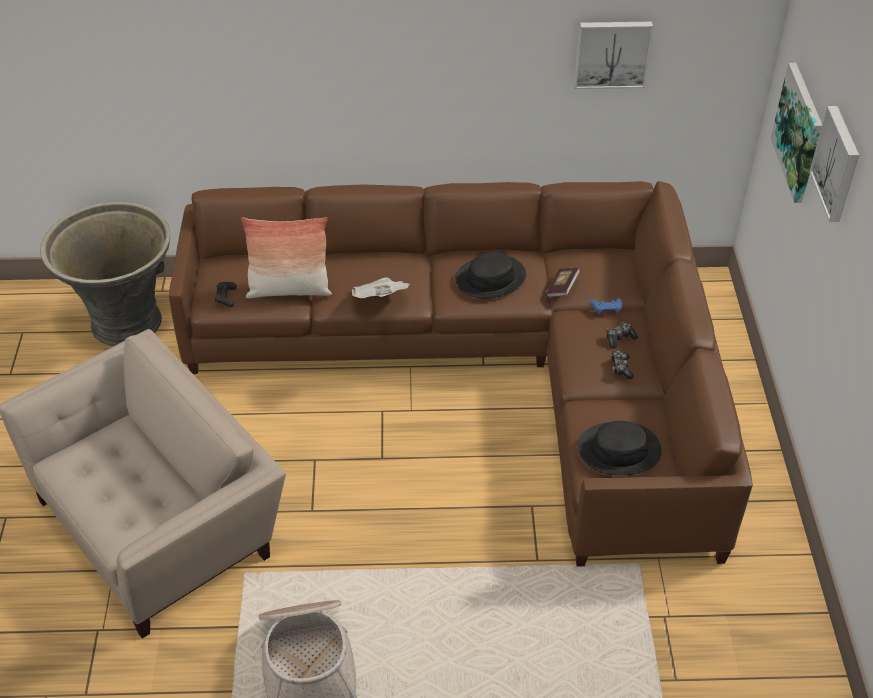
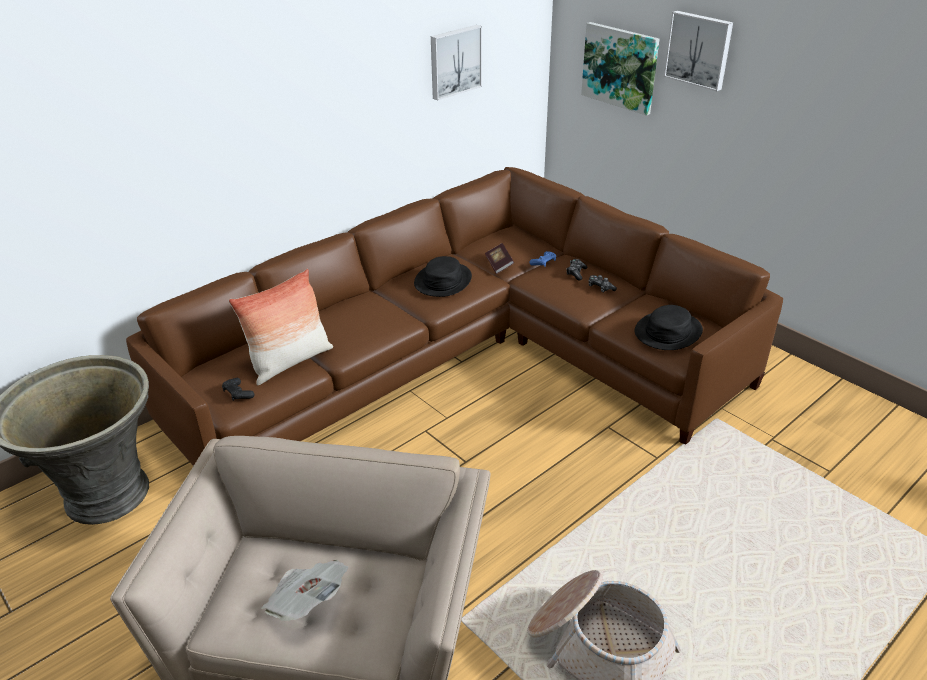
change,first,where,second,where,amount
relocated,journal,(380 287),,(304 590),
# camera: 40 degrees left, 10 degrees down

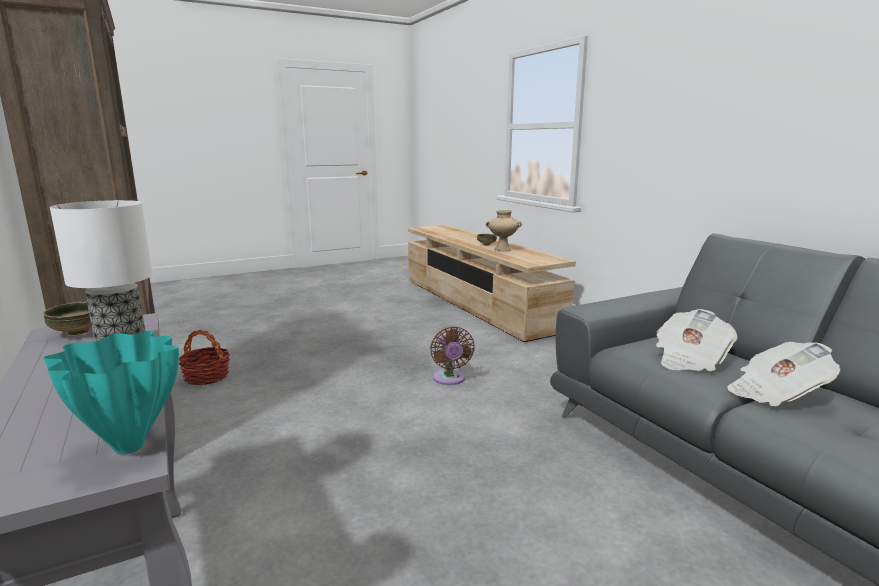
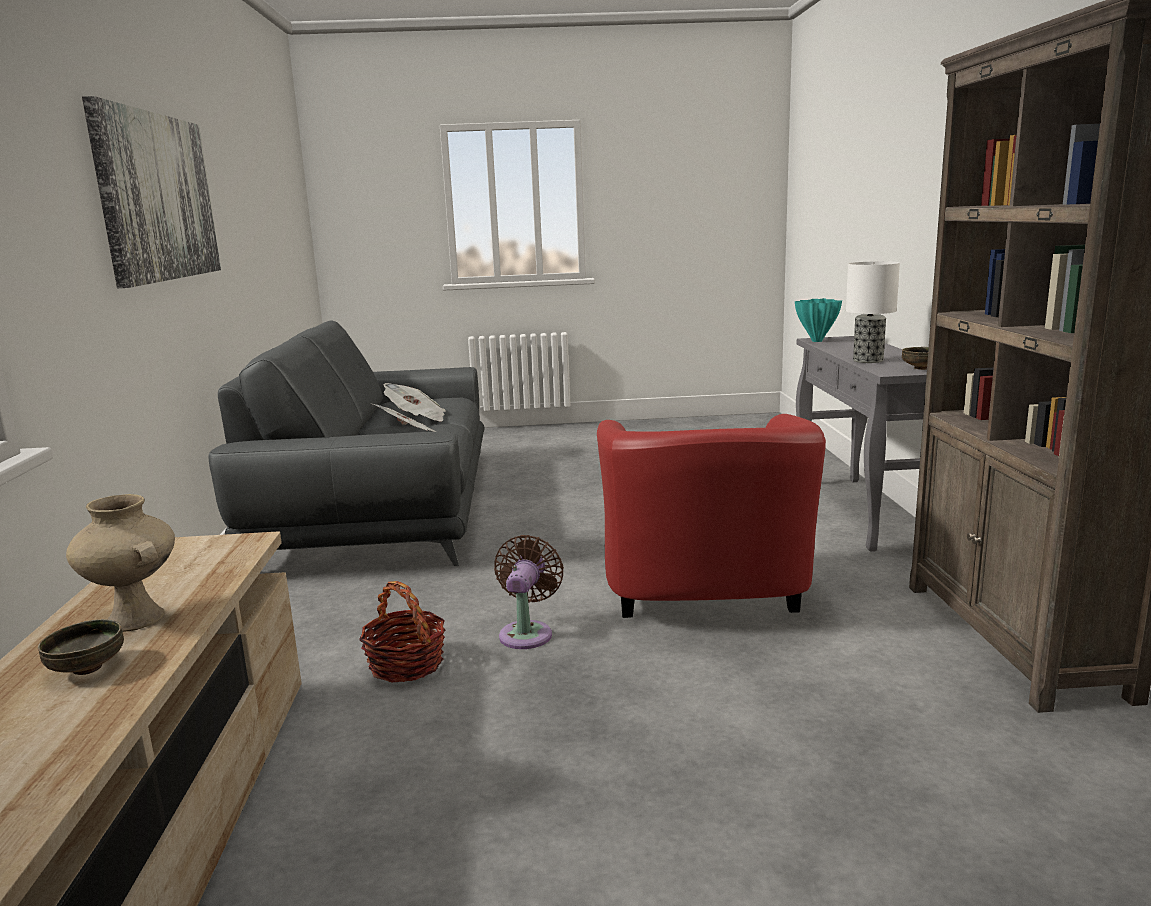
change,first,where,second,where,amount
appeared,,,tableau,(151 192),
relocated,panier,(204 357),,(402 631),
appeared,,,fauteuil/rouge,(711 516),
# camera: 155 degrees left, 0 degrees up

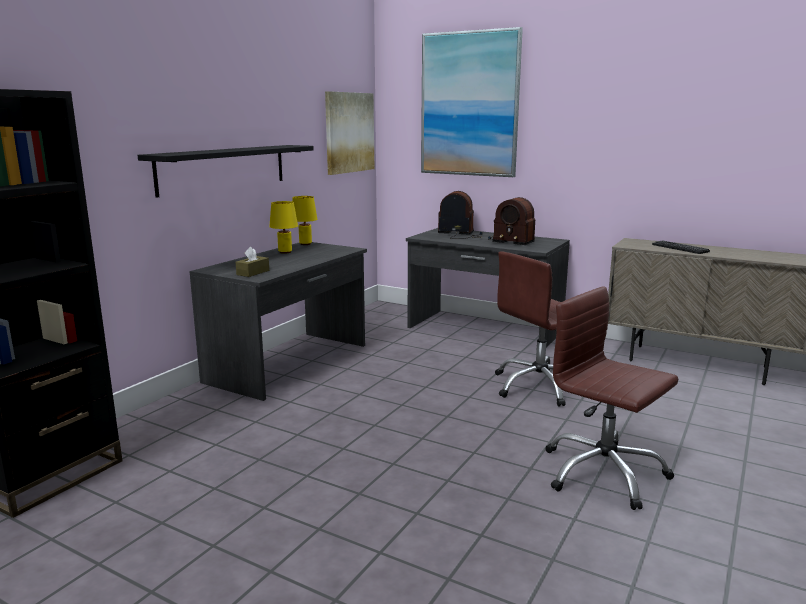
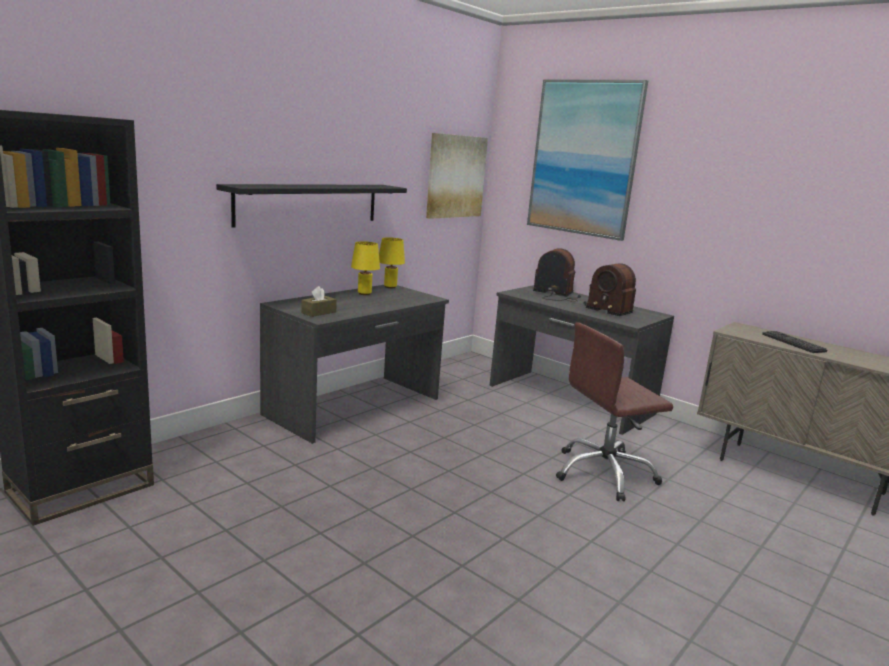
change,first,where,second,where,amount
missing,chaise de bureau/marron,(611 398),,,
# camera: 10 degrees right, 0 degrees up

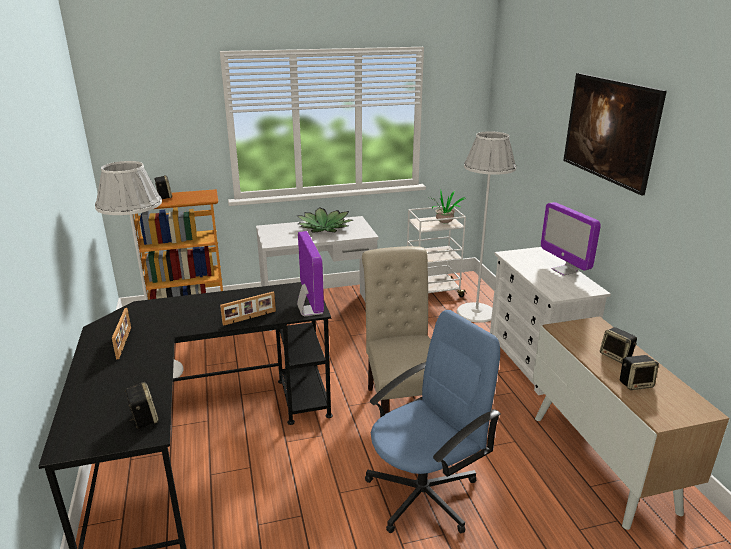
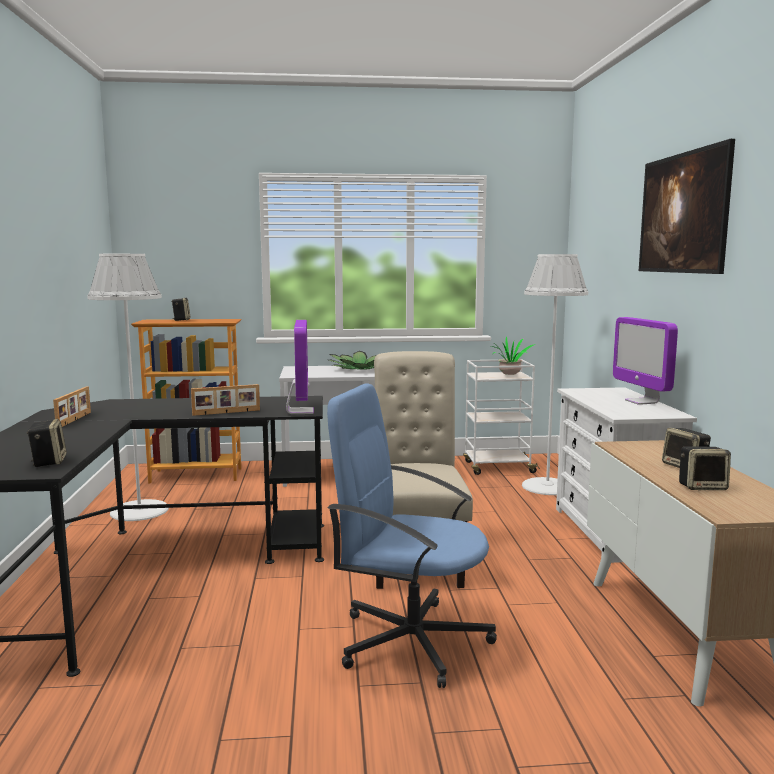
change,first,where,second,where,amount
spun,chaise de bureau/bleu,(433 421),,(412 536),135 degrees counterclockwise
# camera: 10 degrees right, 15 degrees down

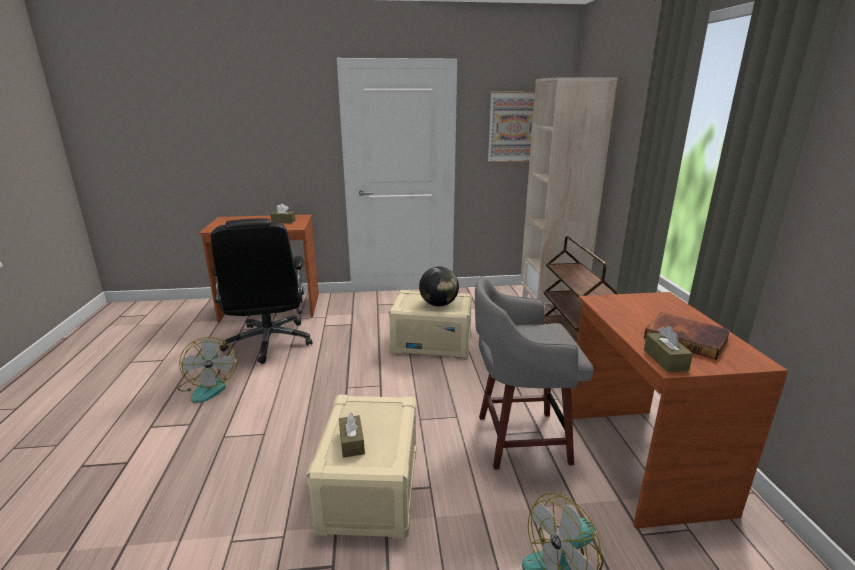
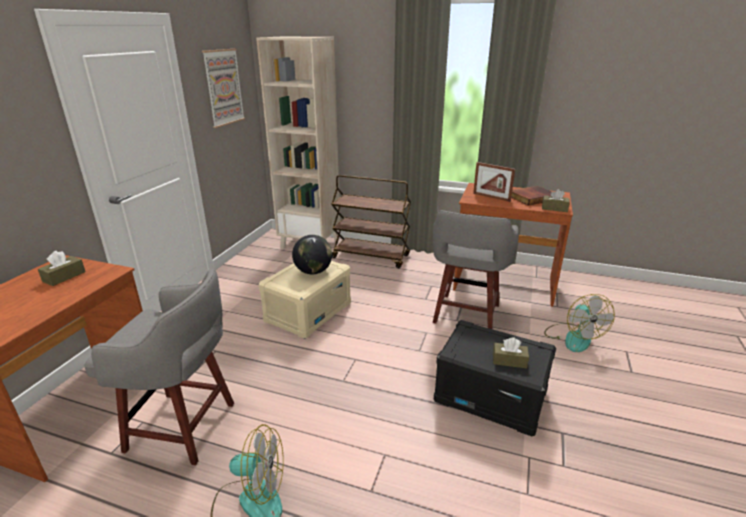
change,first,where,second,where,amount
exchanged,chaise de bureau/noir,(261 291),tabouret/gris,(159 366),
colour,boîte de rangement/beige,(362 467),boîte de rangement/noir,(495 378),
appeared,,,cadre photo,(494 182),
# camera: 65 degrees left, 5 degrees up

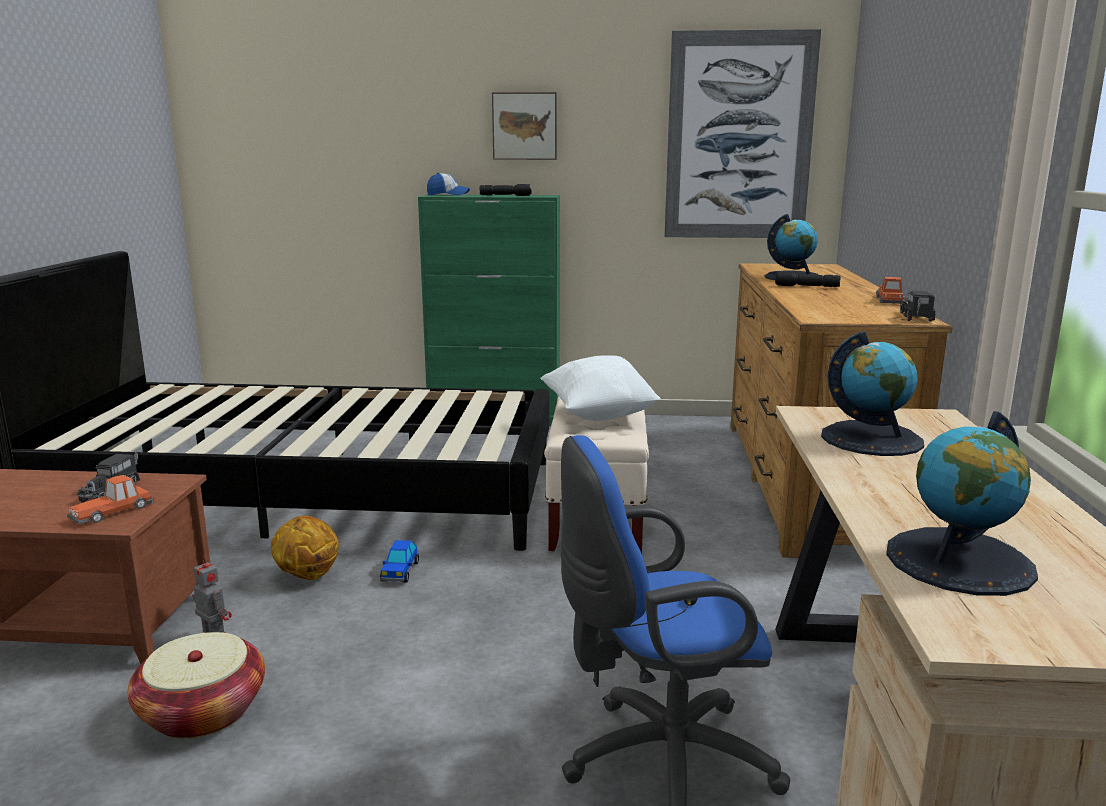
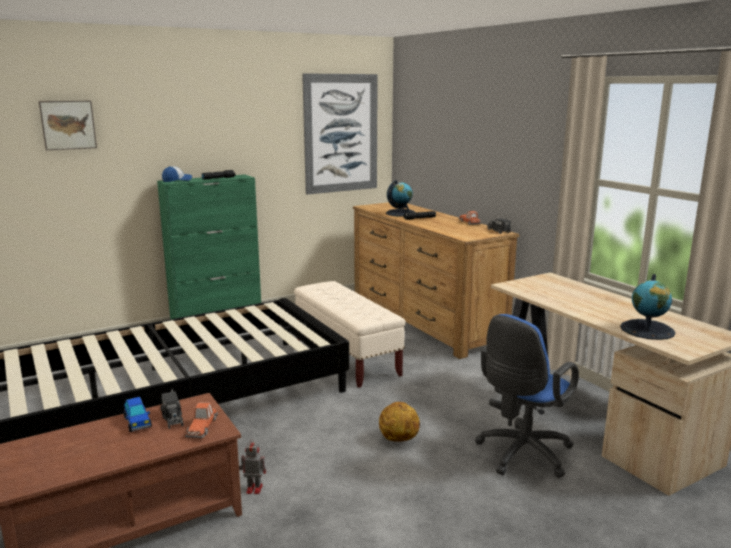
change,first,where,second,where,amount
relocated,tableau,(524 126),,(68 125),
relocated,petite voiture,(399 561),,(137 414),
relocated,ballon de basket,(305 548),,(399 422),
missing,panier,(196 685),,,
missing,coussin/blanc,(600 388),,,
missing,globe,(872 393),,,
# camera: 35 degrees left, 0 degrees up

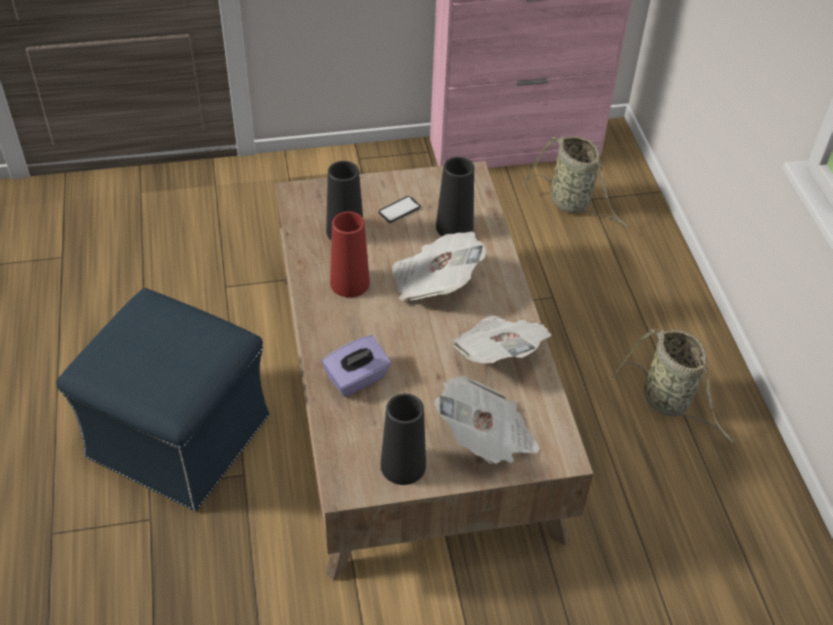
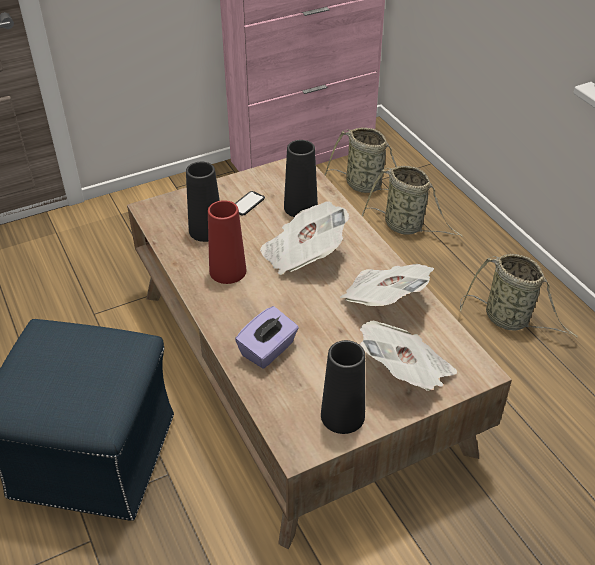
change,first,where,second,where,amount
appeared,,,panier,(412 201),
# camera: 15 degrees left, 5 degrees down

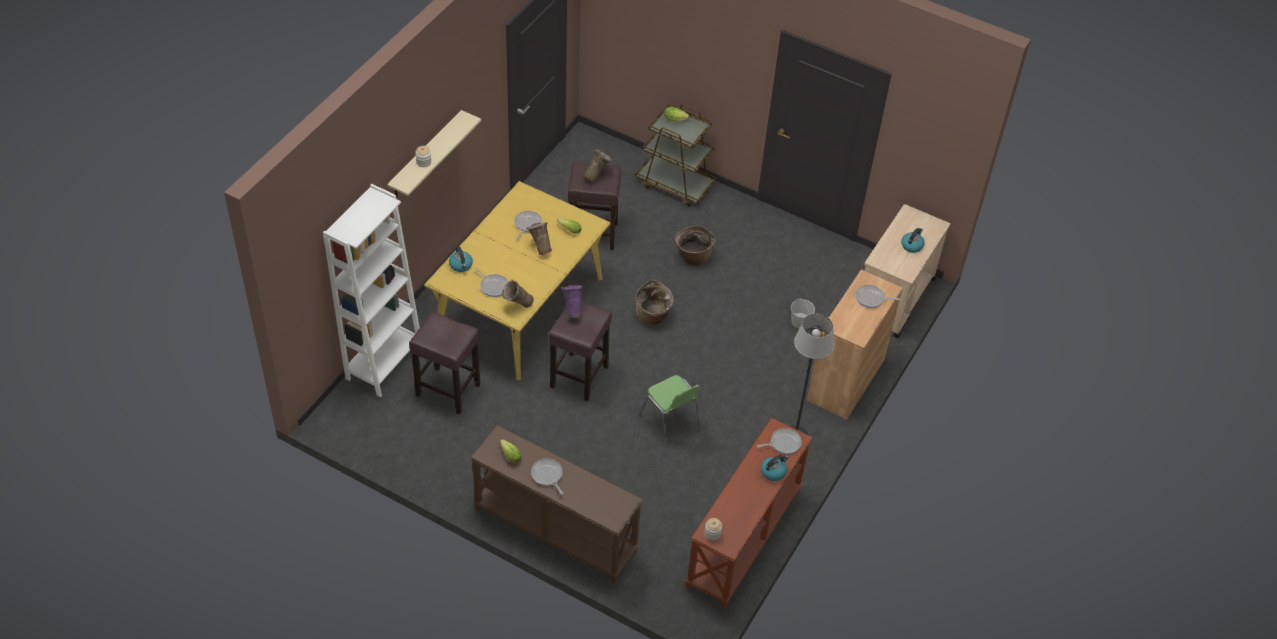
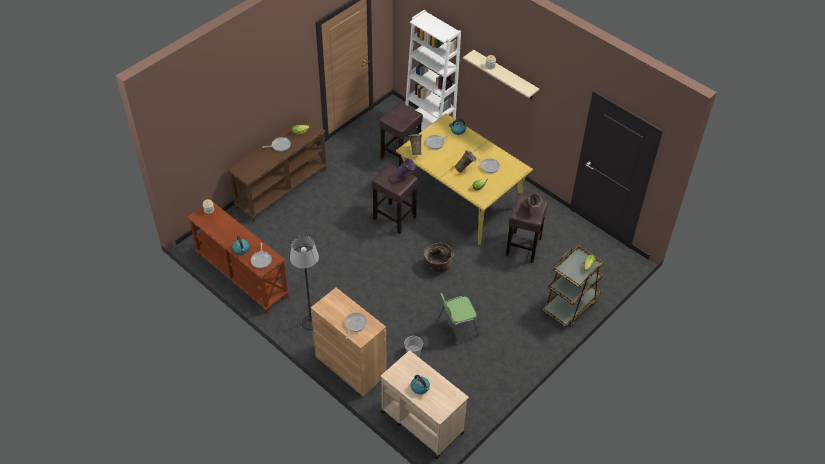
change,first,where,second,where,amount
relocated,chaise/vert,(670 411),,(457 319),
missing,panier,(695 246),,,
# camera: 105 degrees right, 0 degrees up

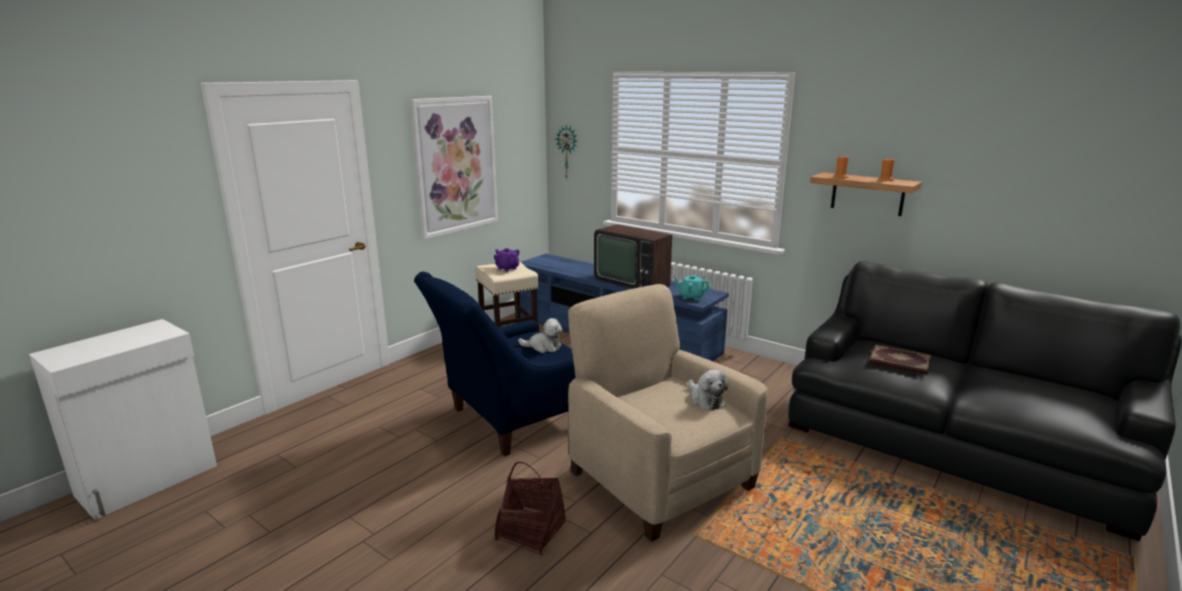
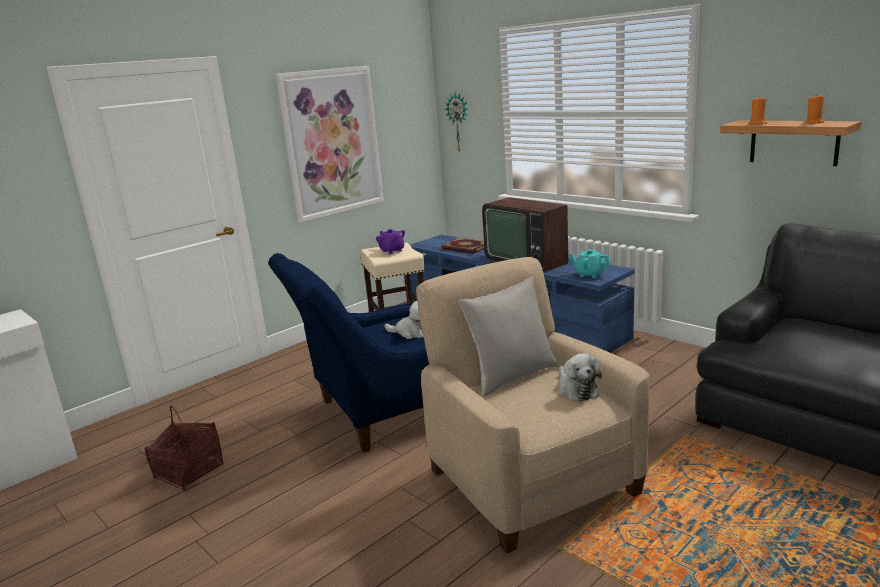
change,first,where,second,where,amount
relocated,panier,(530 508),,(184 448),
relocated,livre,(900 360),,(463 246),
appeared,,,coussin/gris,(508 337),
# camera: 10 degrees right, 0 degrees up

